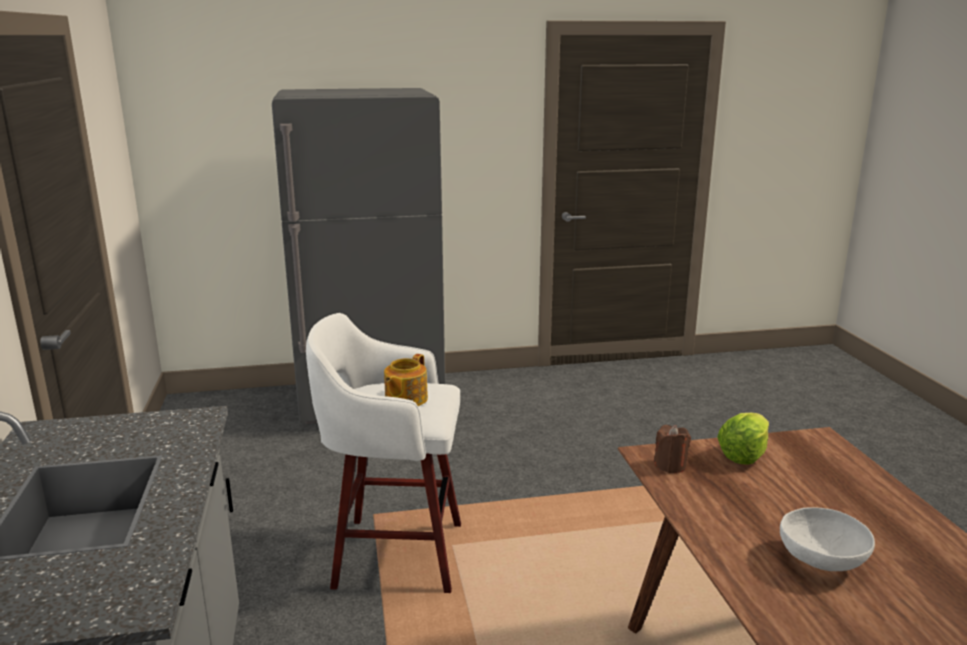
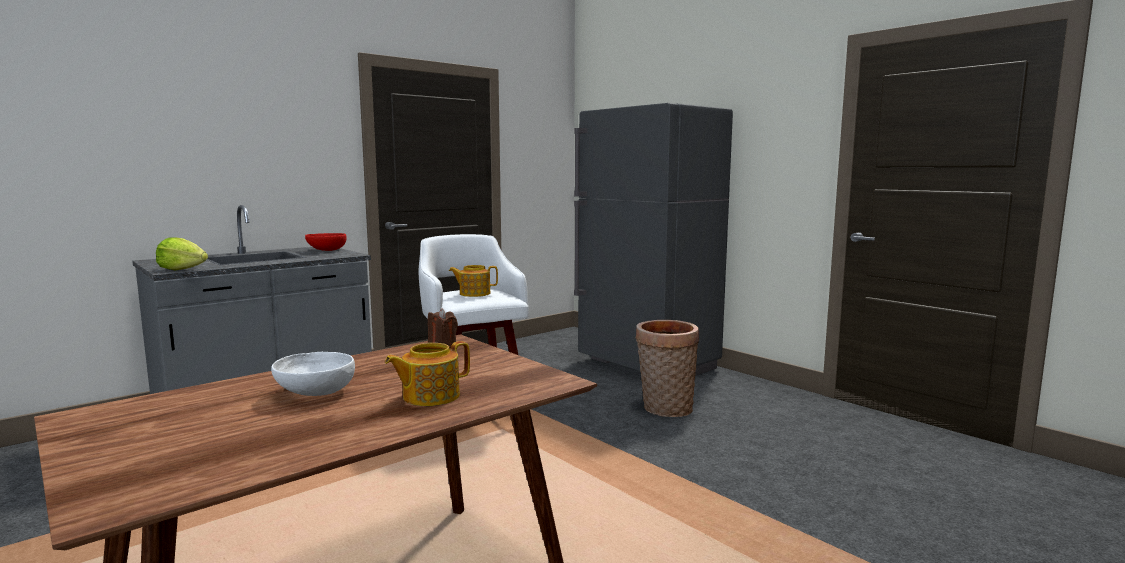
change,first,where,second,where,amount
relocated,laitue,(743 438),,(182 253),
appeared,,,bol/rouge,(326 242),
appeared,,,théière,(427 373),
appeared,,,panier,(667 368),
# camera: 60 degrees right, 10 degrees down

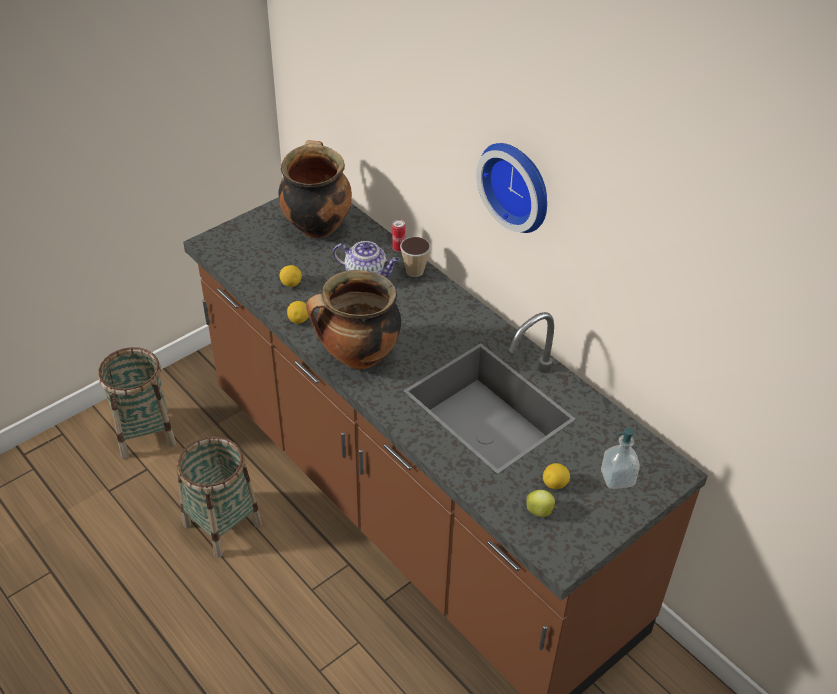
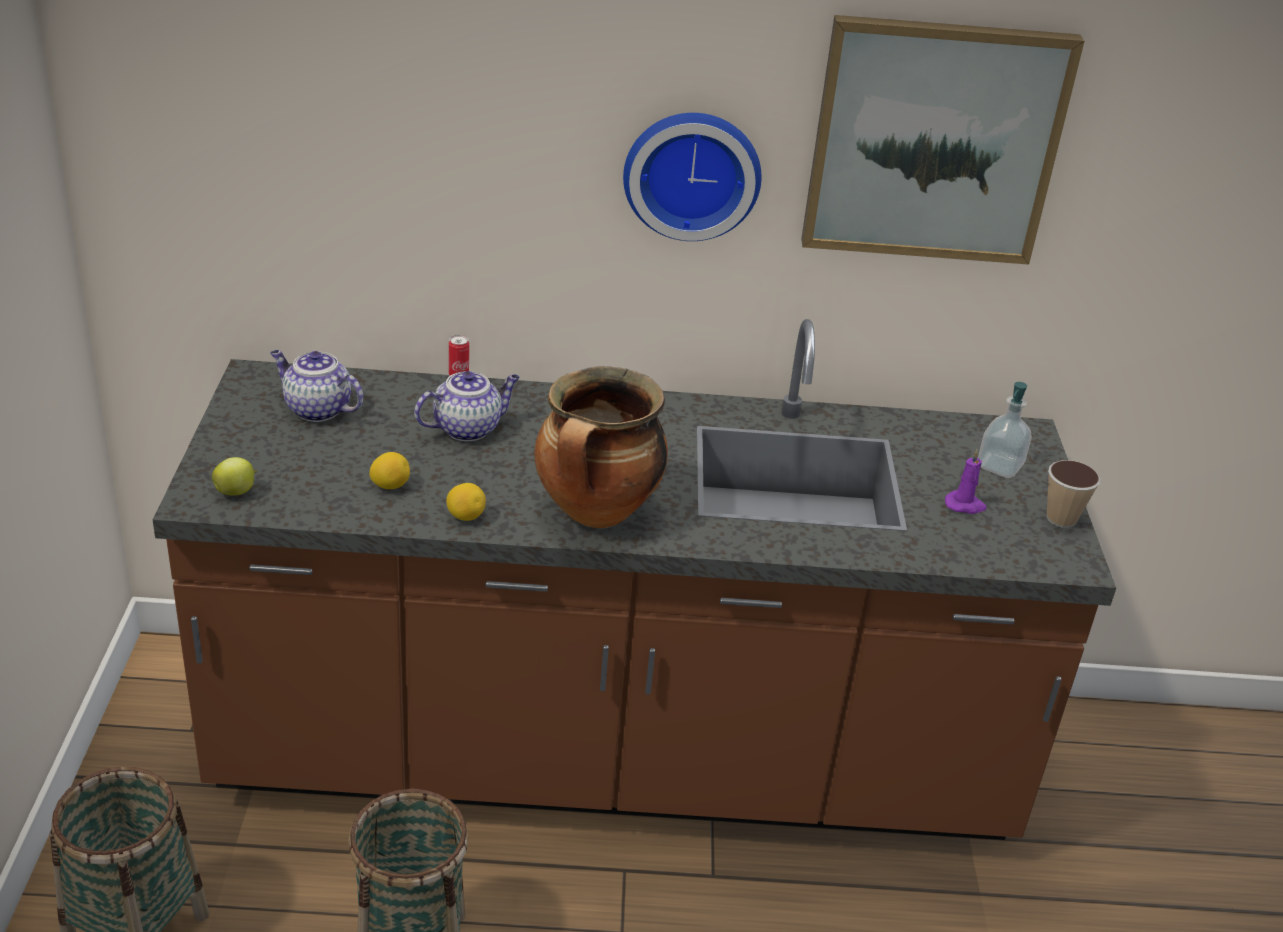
change,first,where,second,where,amount
relocated,pomme,(541 503),,(234 476),
exchanged,marmite,(315 189),théière,(316 386),
appeared,,,tableau,(942 140),
exchanged,citron,(556 476),bougie/violet,(966 481),
relocated,tasse,(415 257),,(1073 494),
# camera: 50 degrees left, 10 degrees down

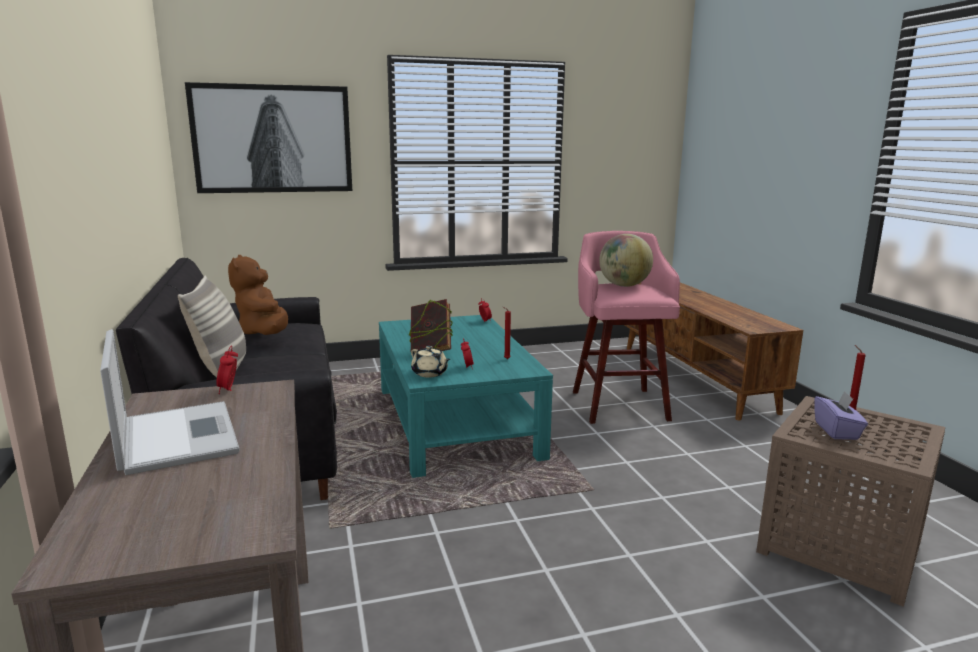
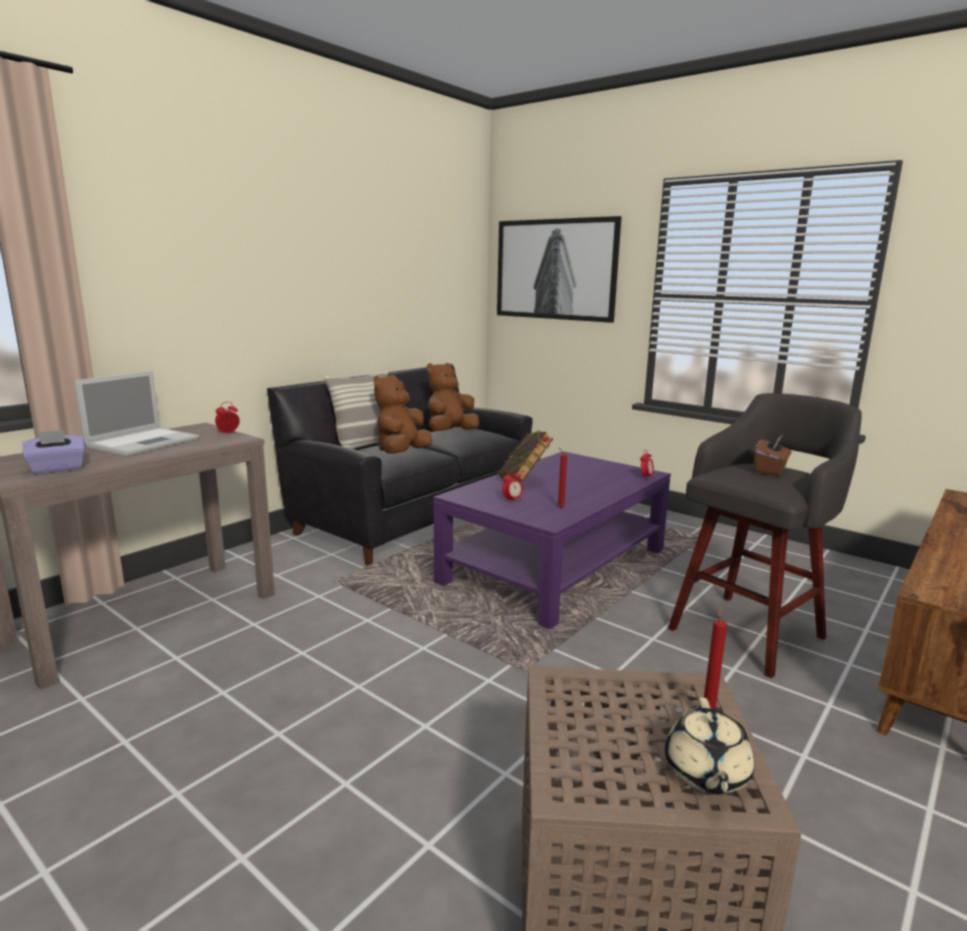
change,first,where,second,where,amount
relocated,boîte à mouchoirs/violet,(841 415),,(54 452),
appeared,,,peluche/marron,(403 414),
colour,table basse/turquoise,(466 396),table basse/violet,(552 540),
relocated,théière/beige,(431 361),,(710 745),
colour,tabouret/rose,(626 327),tabouret/gris,(765 535),
exchanged,globe,(626 260),boîte à mouchoirs/marron,(773 455),
# camera: 55 degrees right, 0 degrees up

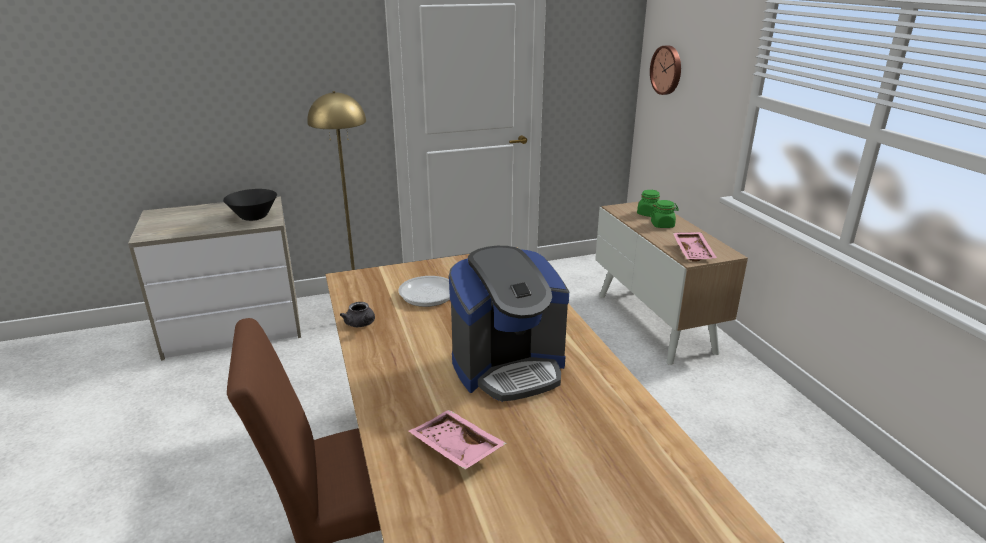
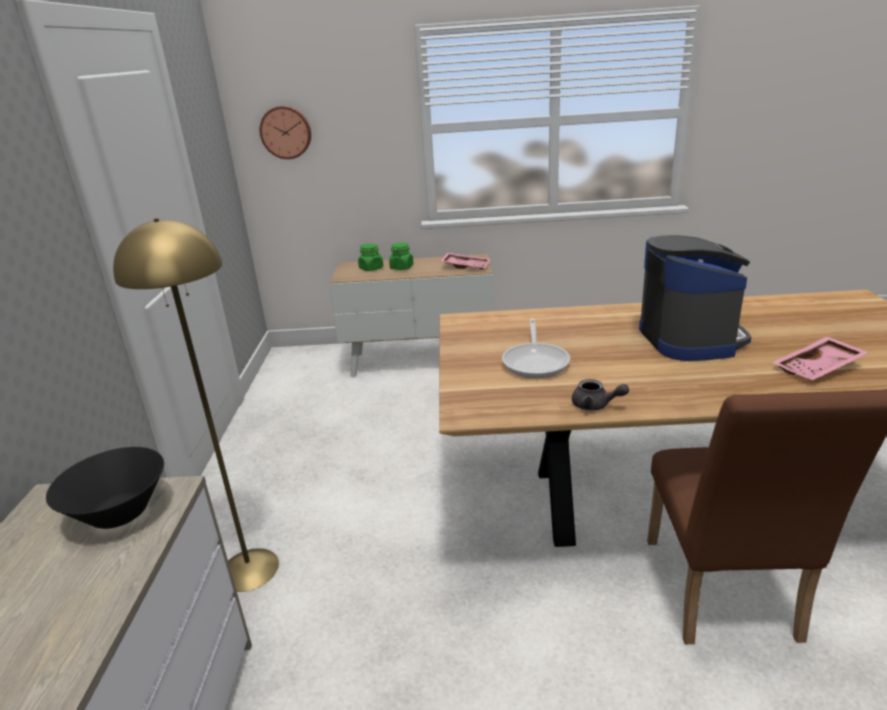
change,first,where,second,where,amount
spun,théière/gris,(357 314),,(600 394),45 degrees clockwise
# camera: 70 degrees left, 0 degrees up

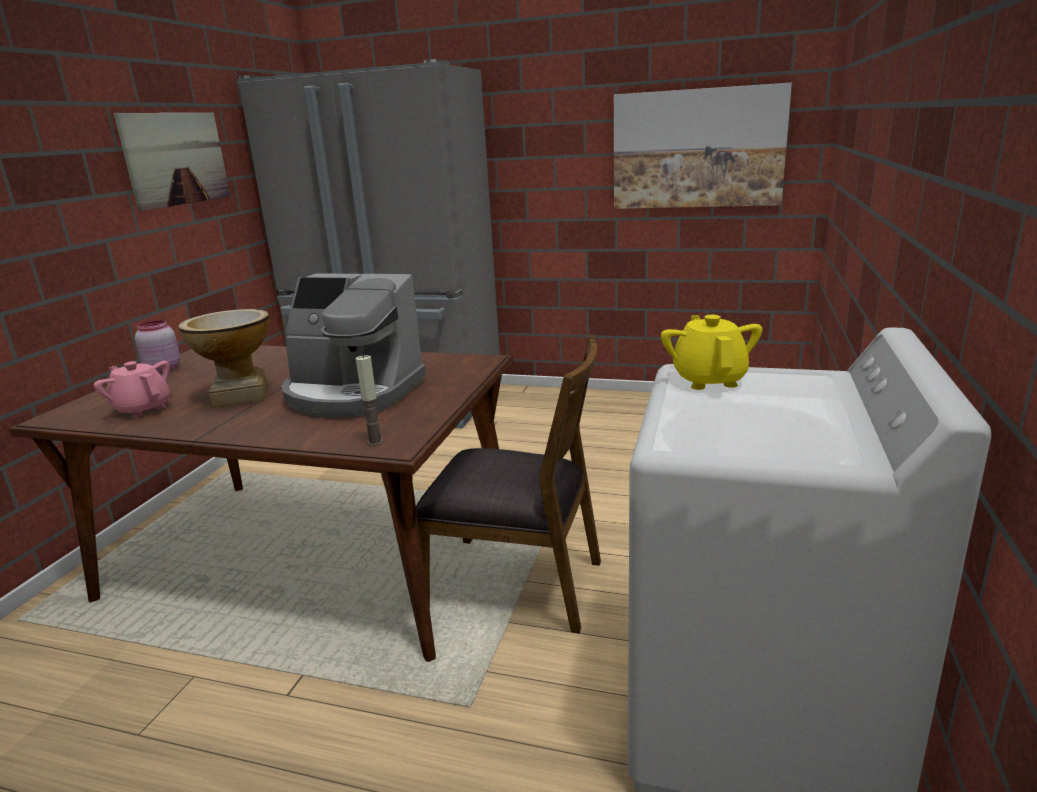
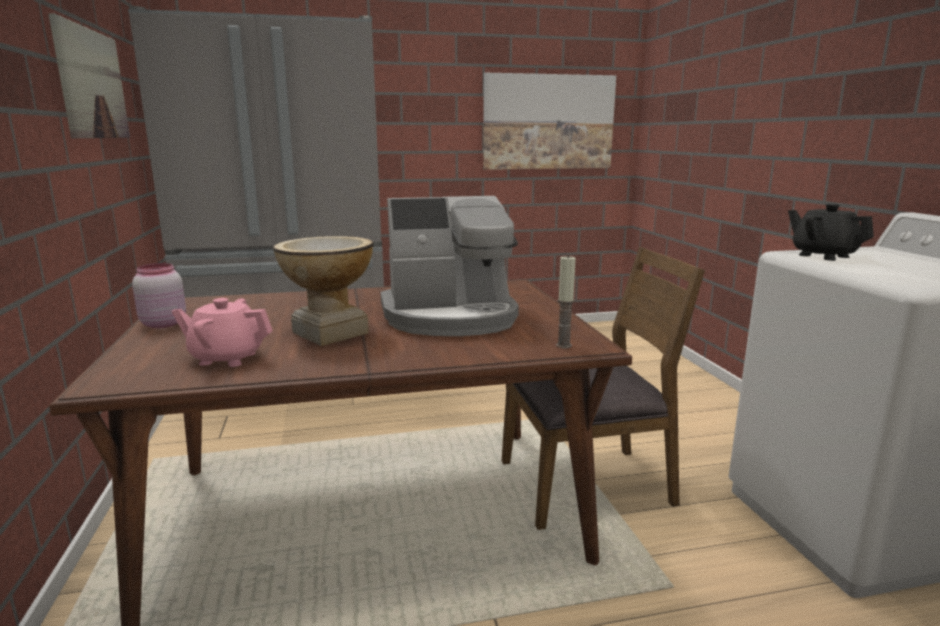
change,first,where,second,where,amount
colour,théière/jaune,(711 352),théière/noir,(831 232),
# camera: 30 degrees left, 5 degrees down

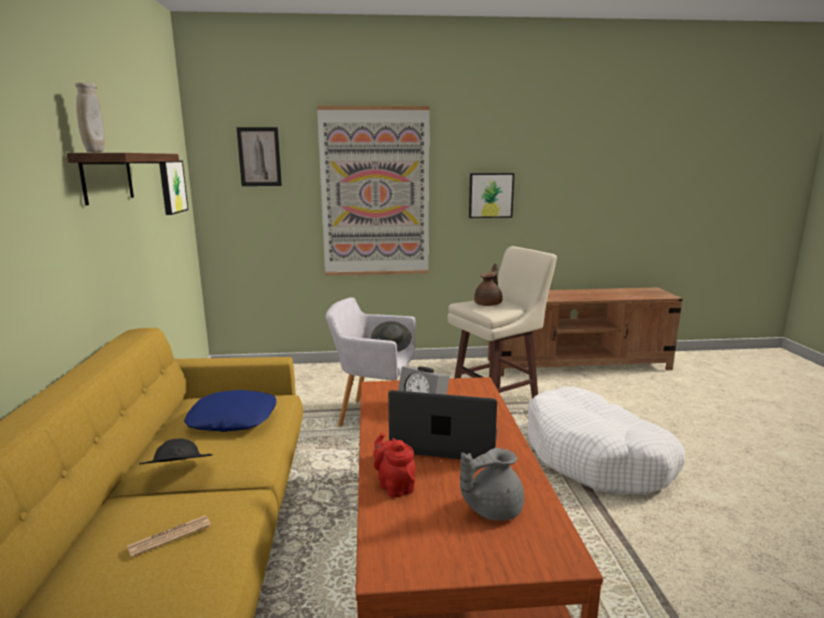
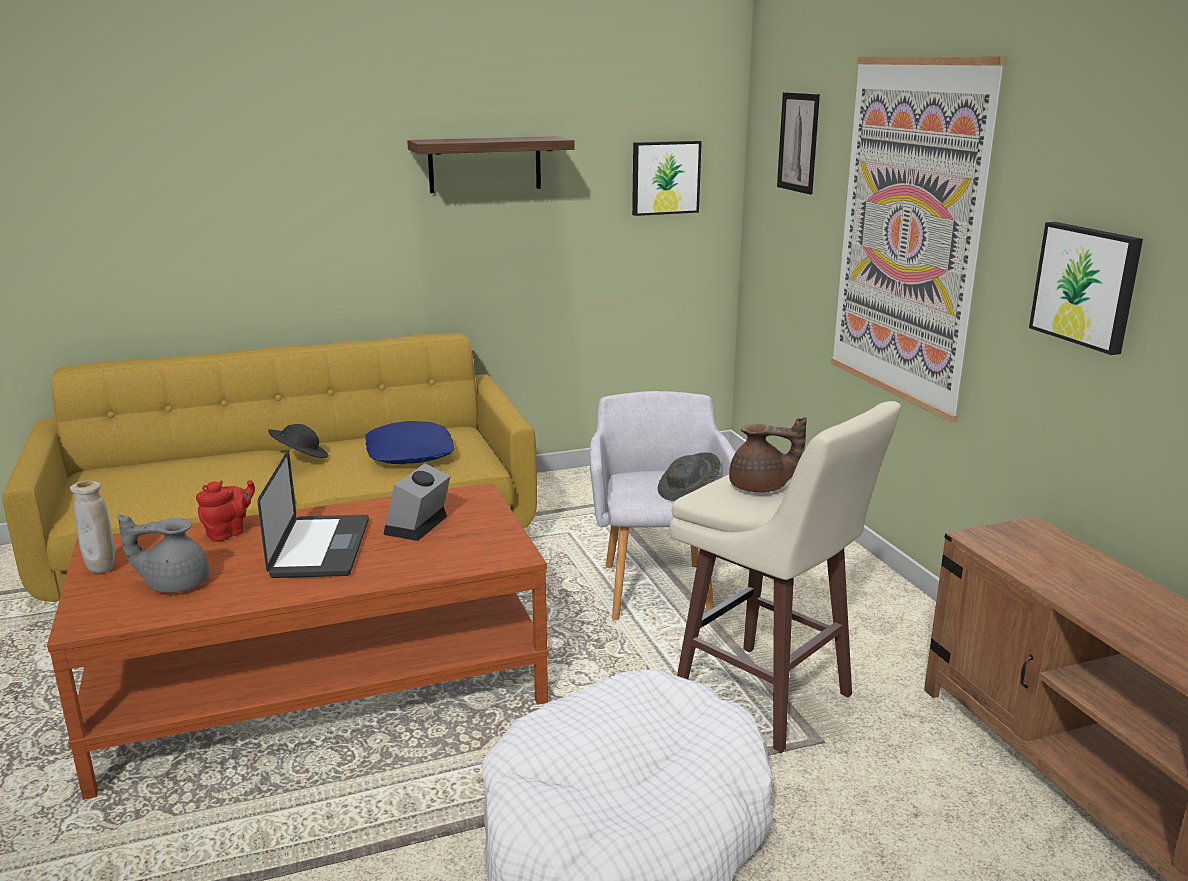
change,first,where,second,where,amount
relocated,vase/beige,(90 117),,(92 527),
spun,théière/gris,(492 484),,(163 553),60 degrees counterclockwise
missing,journal,(169 536),,,
# camera: 75 degrees right, 5 degrees up

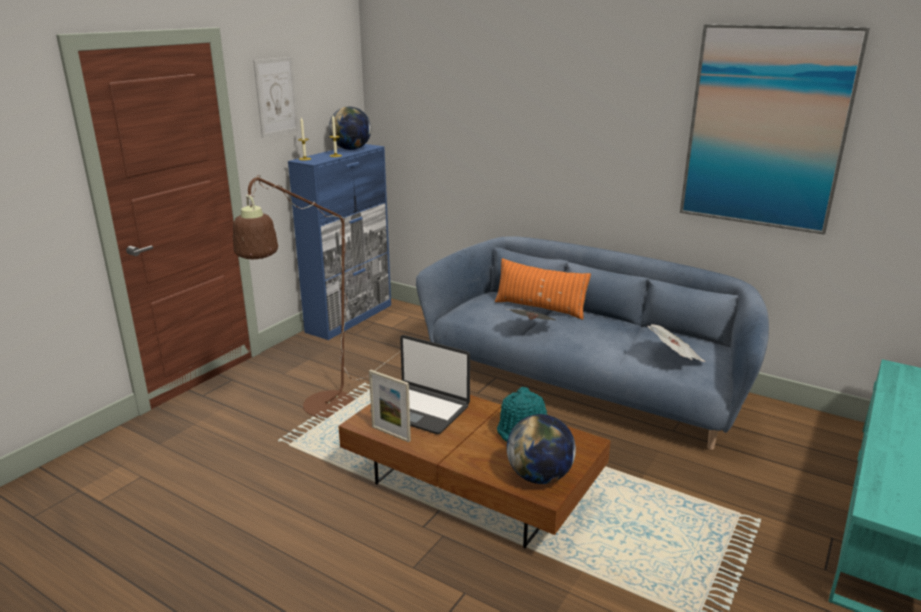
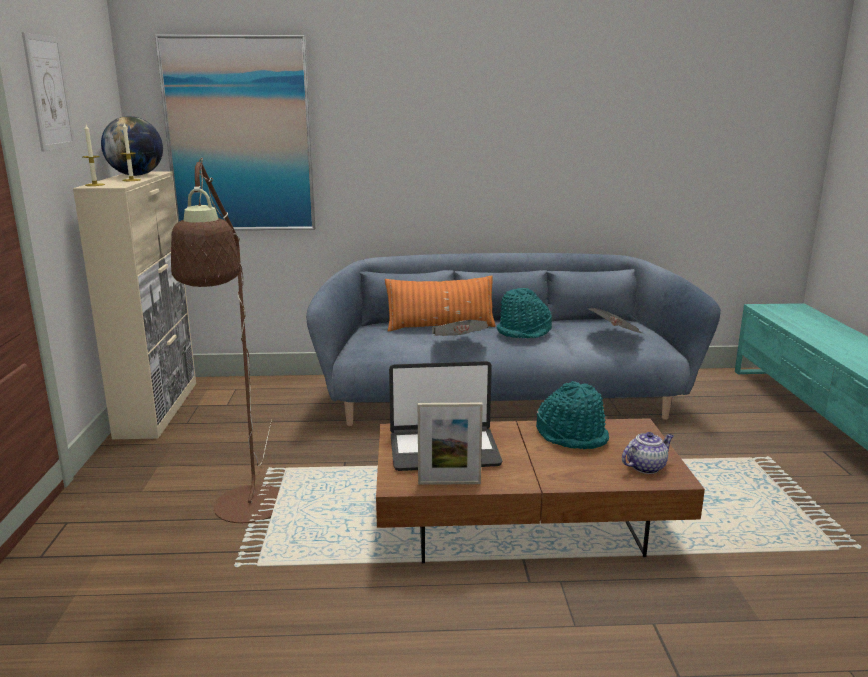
change,first,where,second,where,amount
colour,meuble de rangement/bleu,(339 242),meuble de rangement/beige,(134 305),
relocated,tableau,(775 129),,(235 132),
appeared,,,chapeau/turquoise,(524 313),
exchanged,globe,(541 449),théière,(647 453),
# camera: 35 degrees left, 5 degrees down

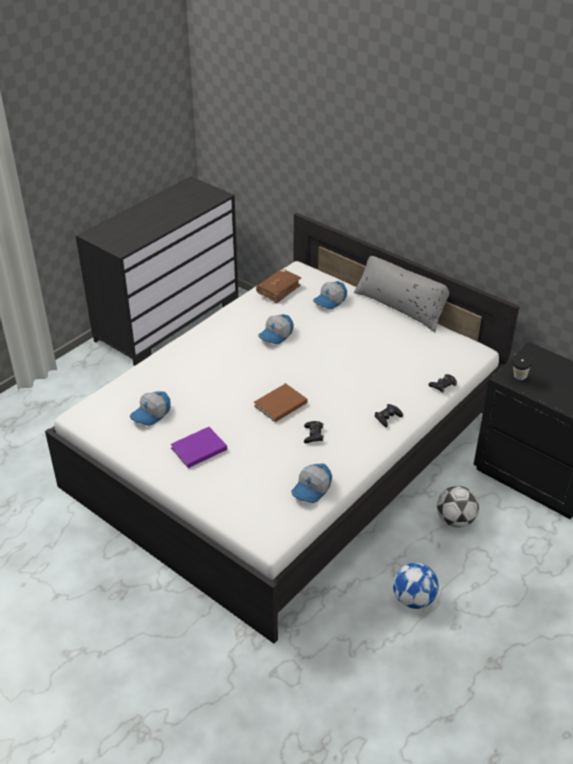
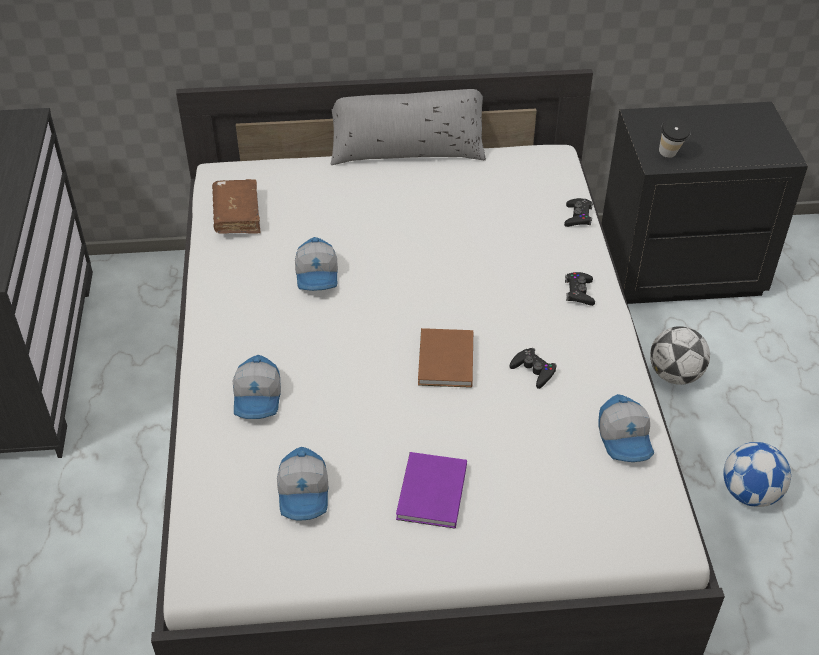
change,first,where,second,where,amount
relocated,casquette,(330 295),,(257 387),
# camera: 45 degrees left, 5 degrees up

